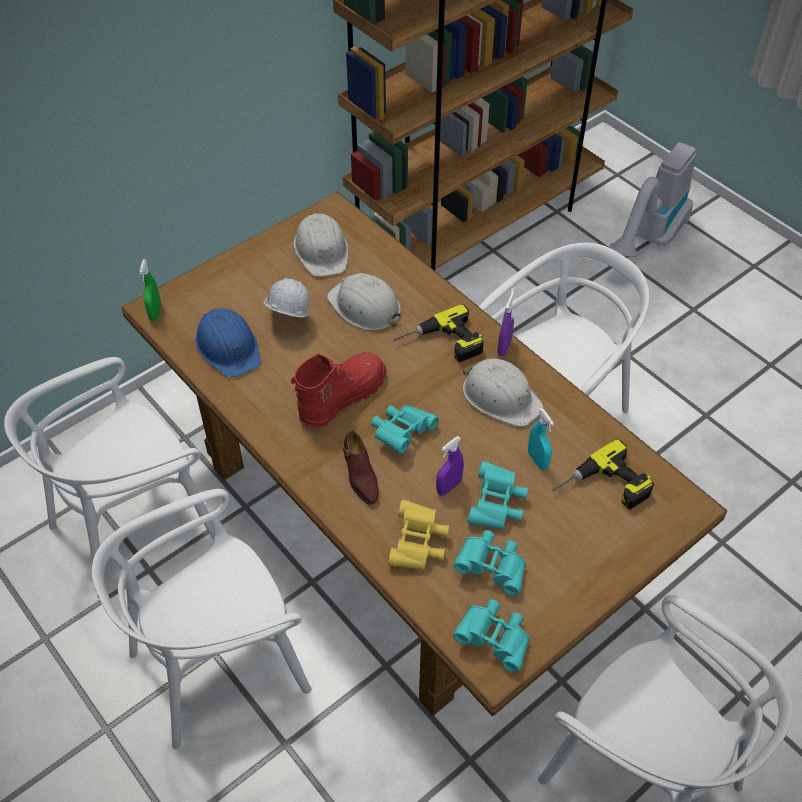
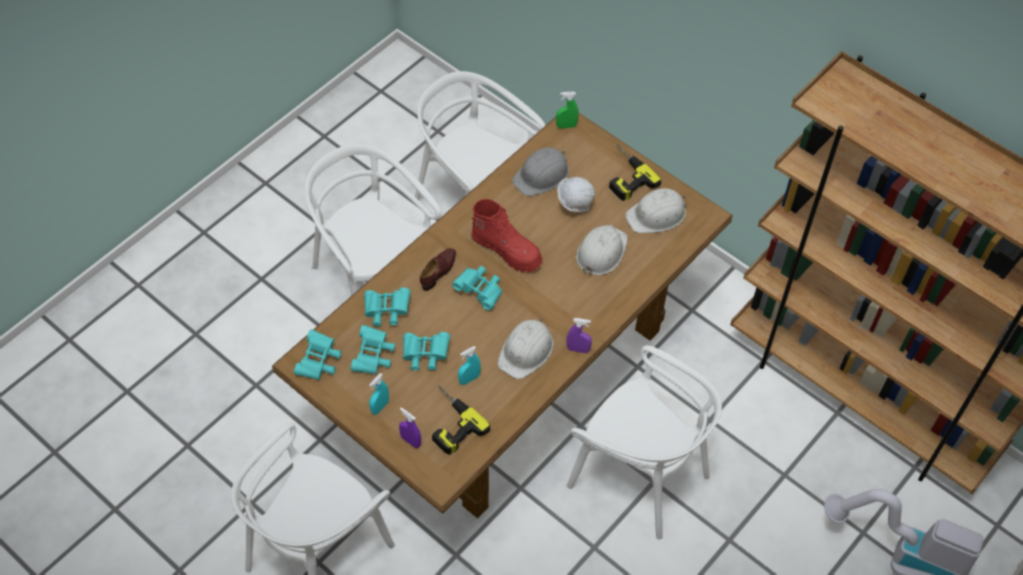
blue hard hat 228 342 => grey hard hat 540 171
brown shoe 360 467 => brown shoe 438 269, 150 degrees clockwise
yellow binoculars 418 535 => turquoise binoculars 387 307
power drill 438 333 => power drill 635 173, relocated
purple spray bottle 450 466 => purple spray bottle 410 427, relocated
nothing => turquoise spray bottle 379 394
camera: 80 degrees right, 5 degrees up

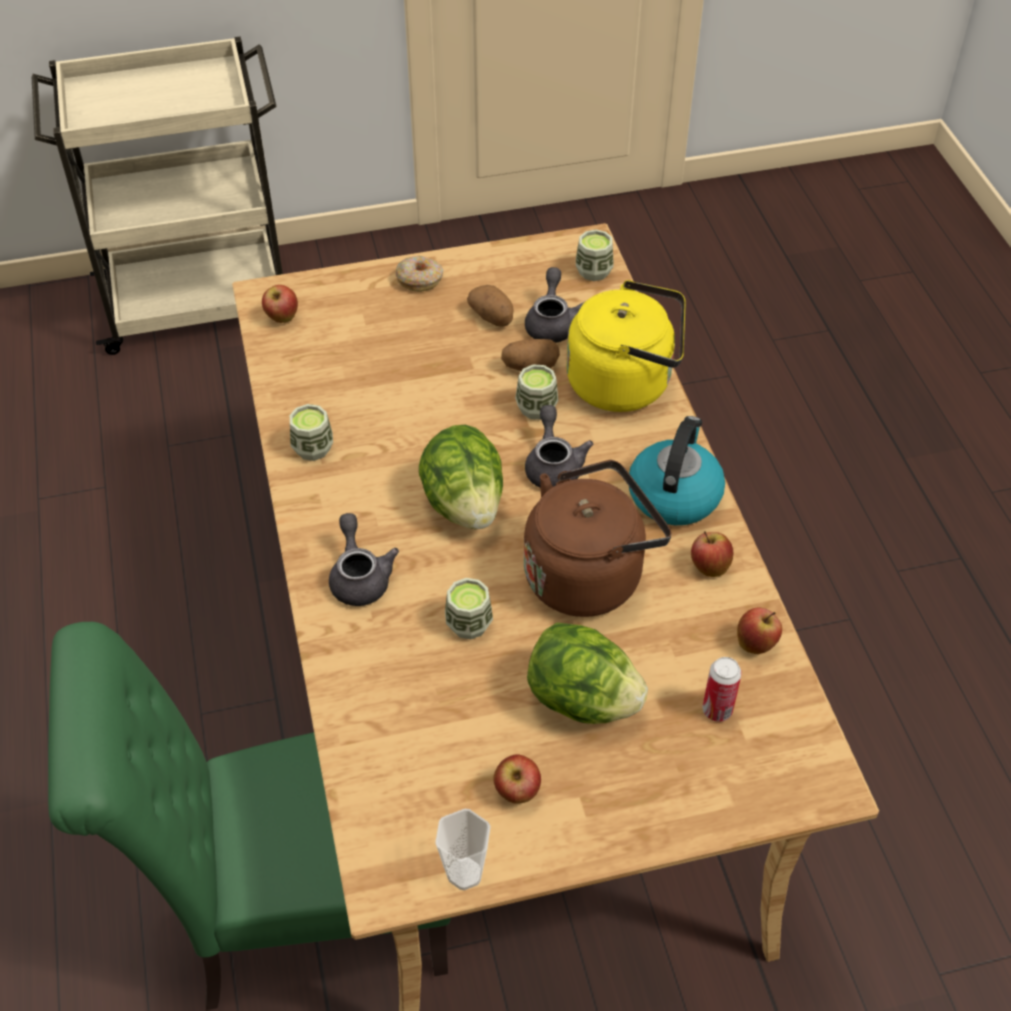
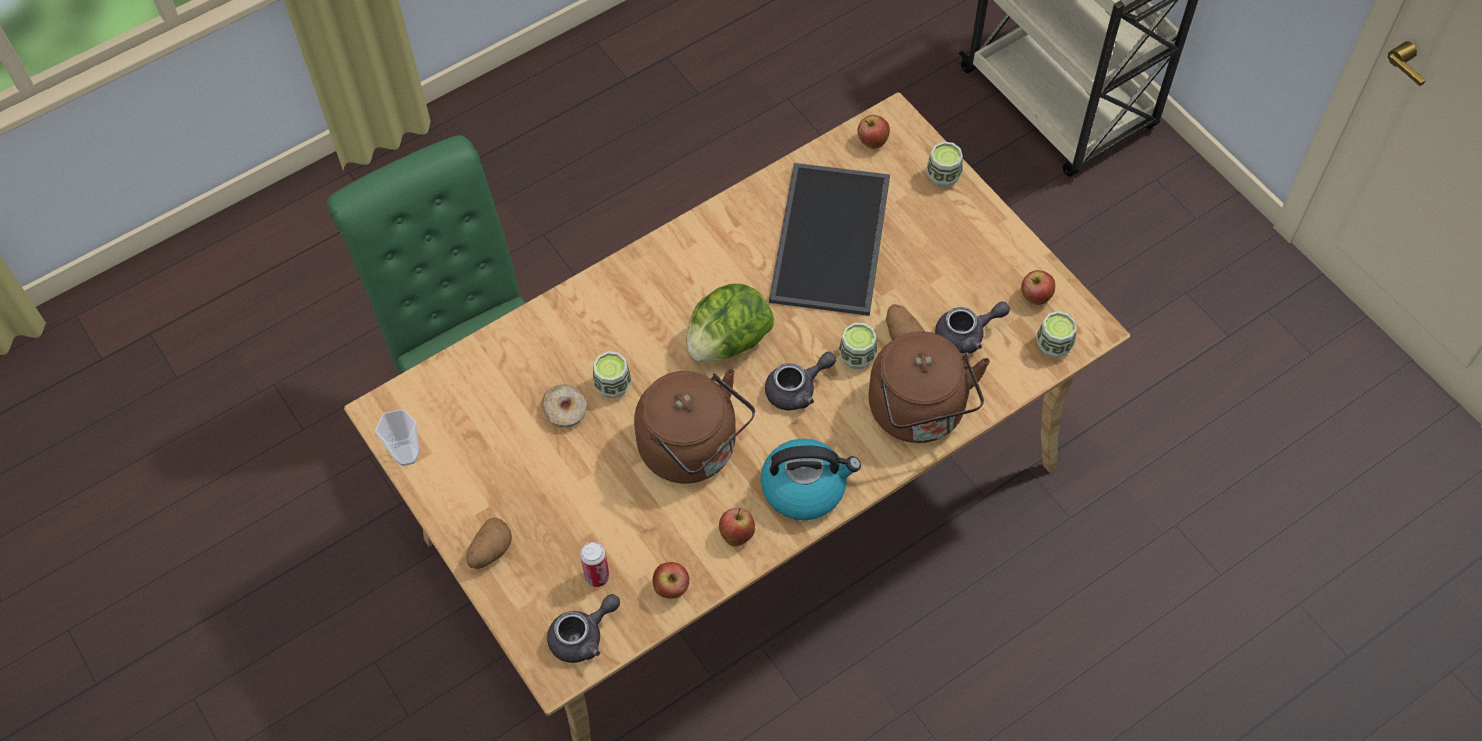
cup 311 432 => cup 944 165, relocated
grey teapot 364 559 => grey teapot 583 628, relocated
donut 419 274 => donut 564 406, relocated
potato 490 306 => potato 489 543, relocated
apple 517 779 => apple 1038 287, relocated
lettuce 587 673 => nothing
yellow kettle 626 346 => brown kettle 929 387
nothing => tray 829 239
camera: 70 degrees right, 10 degrees up

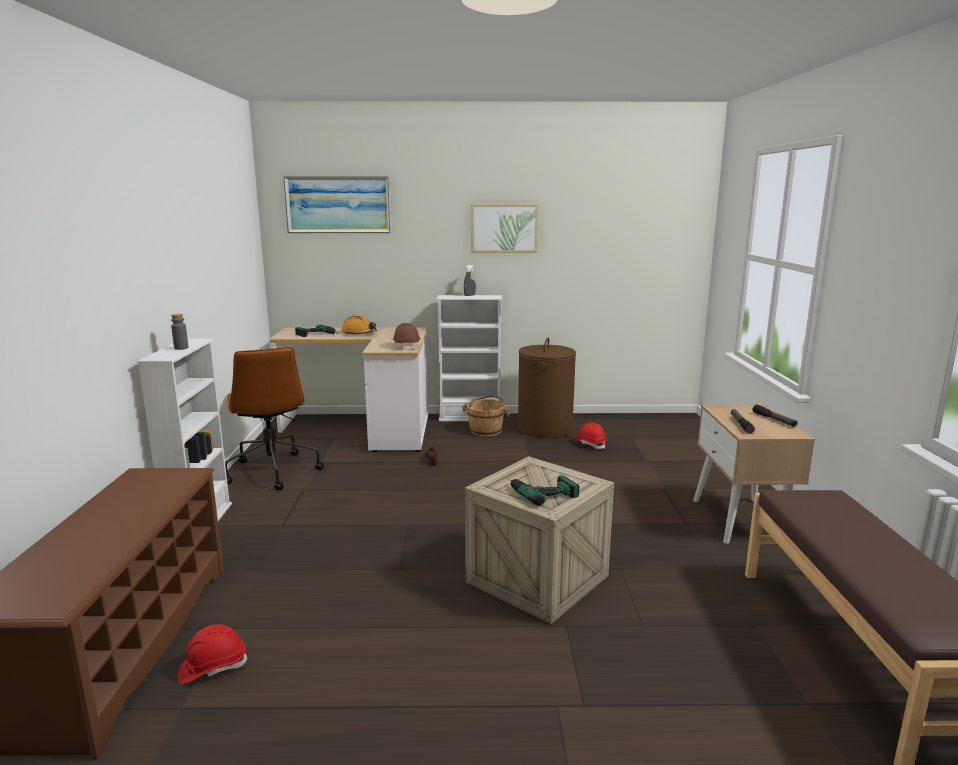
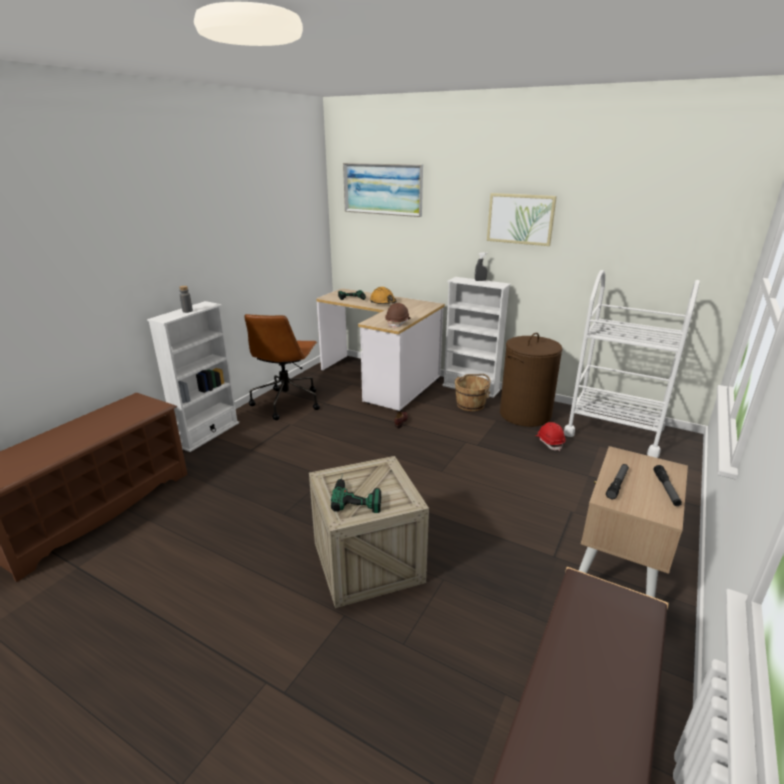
red hard hat 213 654 => nothing
nothing => white cart 632 364
camera: 30 degrees right, 10 degrees up

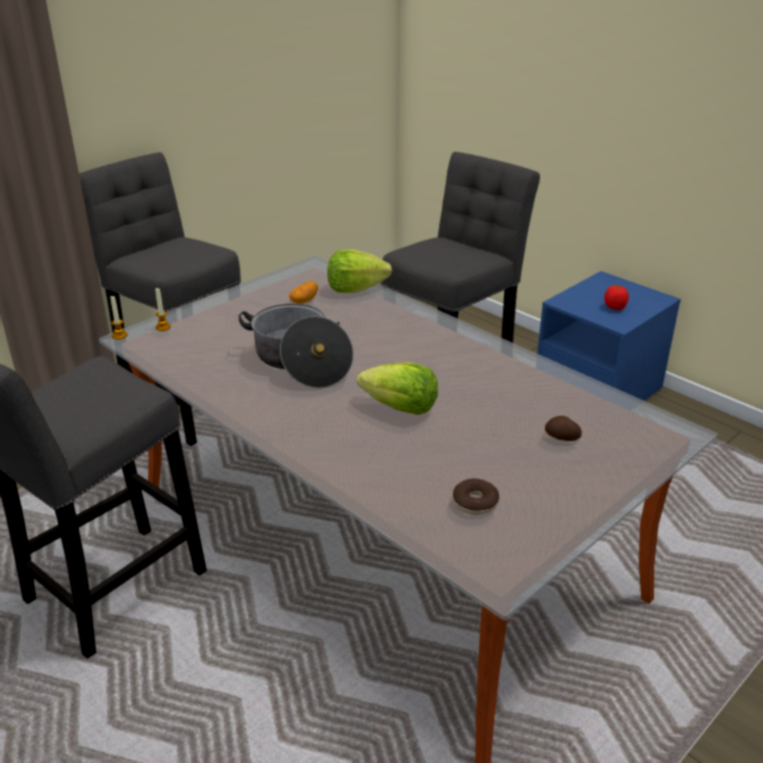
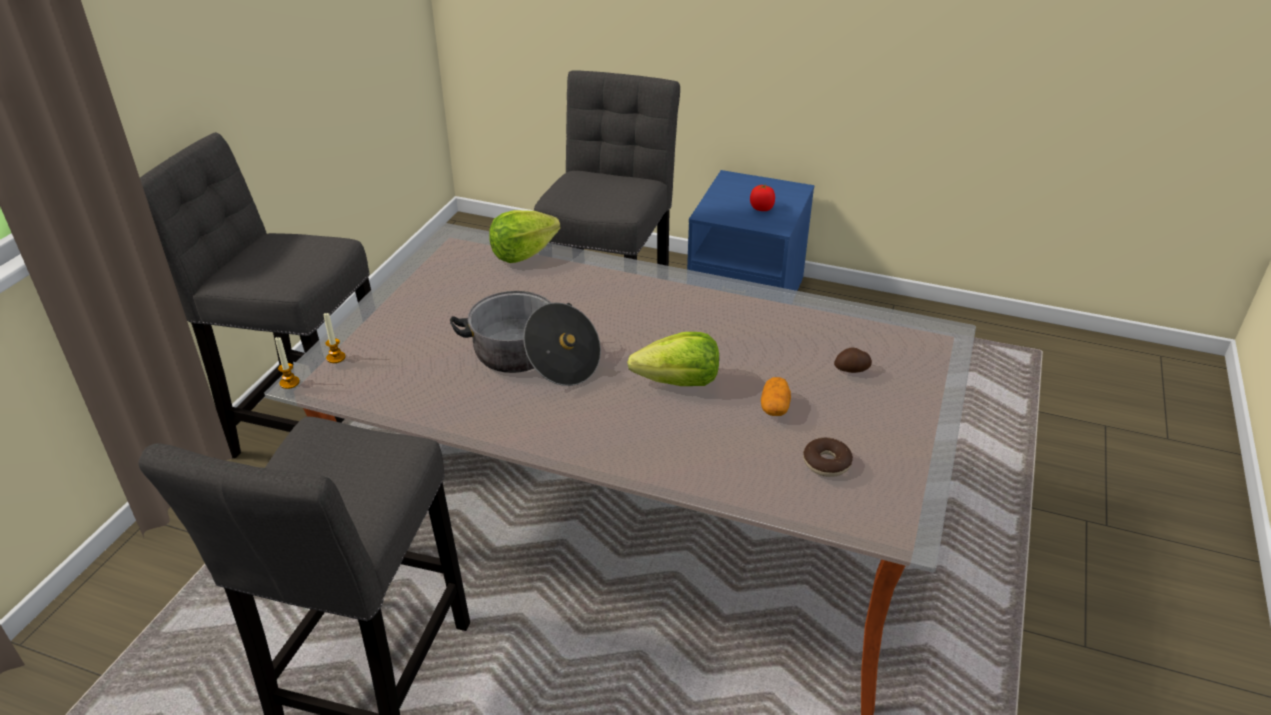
potato 303 292 => potato 776 396, relocated
camera: 25 degrees left, 5 degrees up

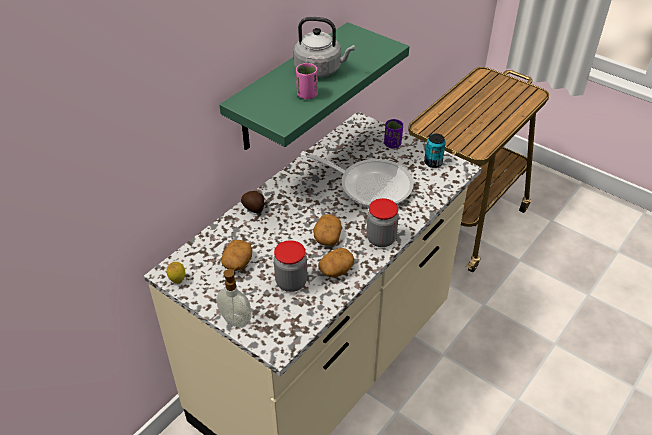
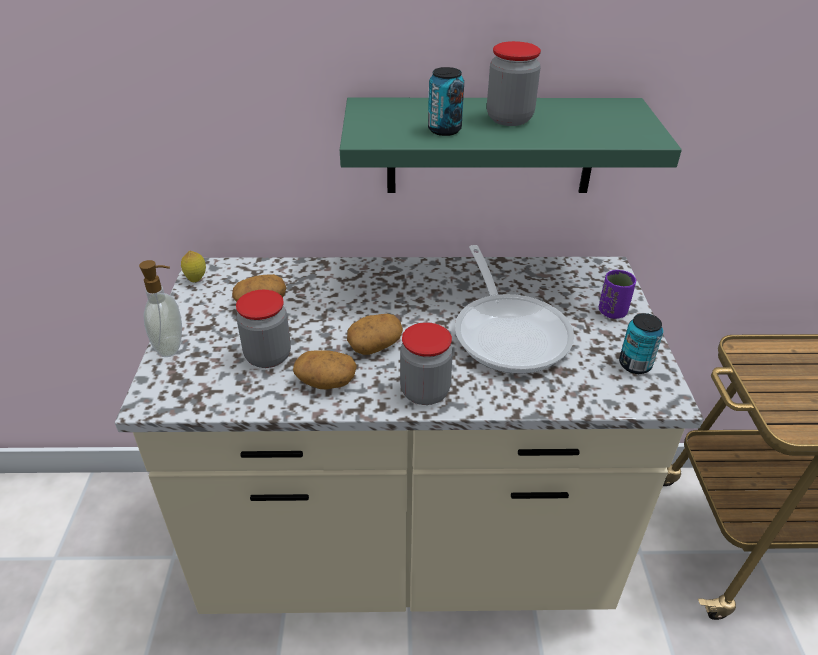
potato 252 202 => nothing
grey kettle 324 47 => jar 514 83
pink cup 307 81 => can 446 101
camera: 50 degrees right, 5 degrees down

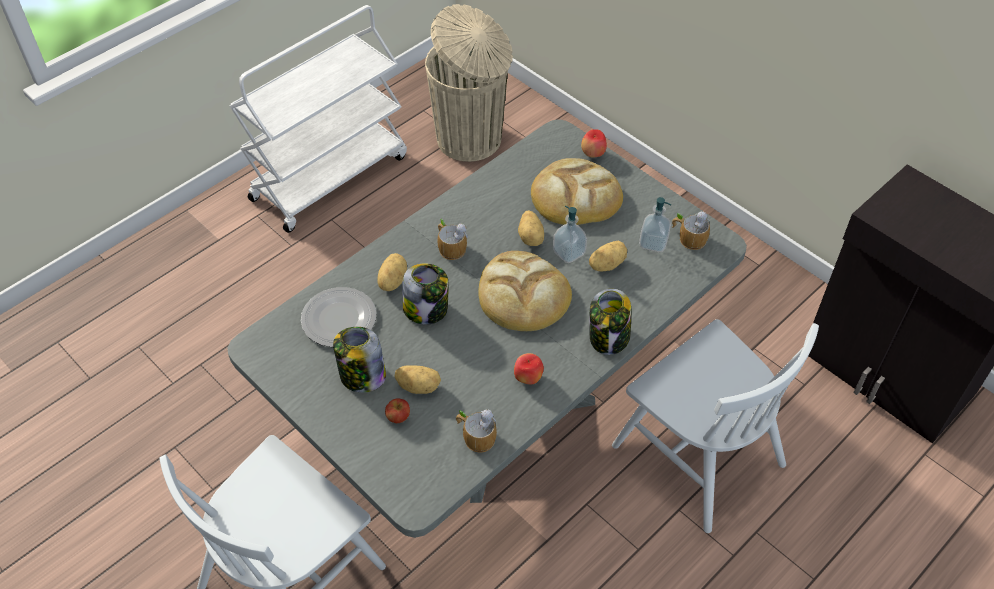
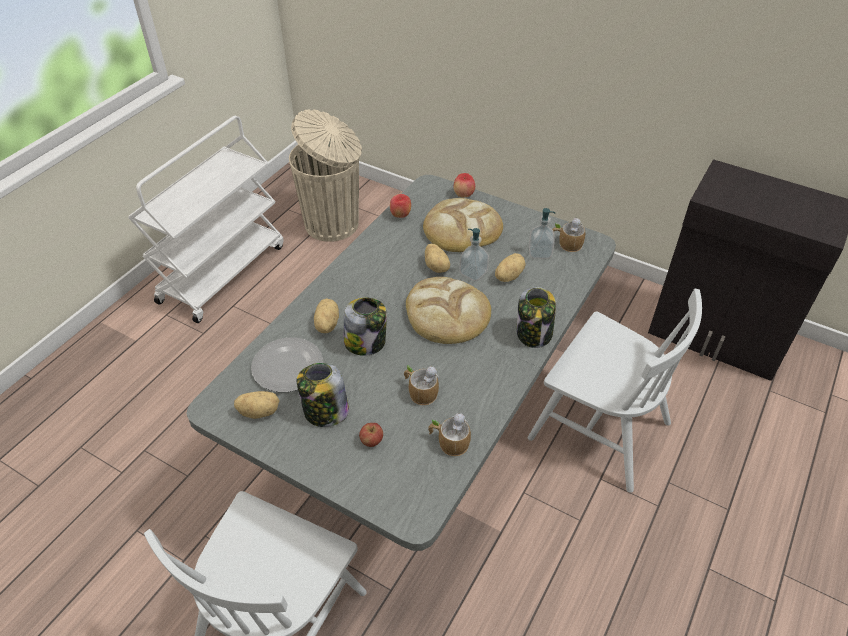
potato 418 379 => potato 257 405, relocated
mug 453 239 => mug 421 385, relocated
apple 529 368 => apple 400 206, relocated
camera: 15 degrees left, 5 degrees down

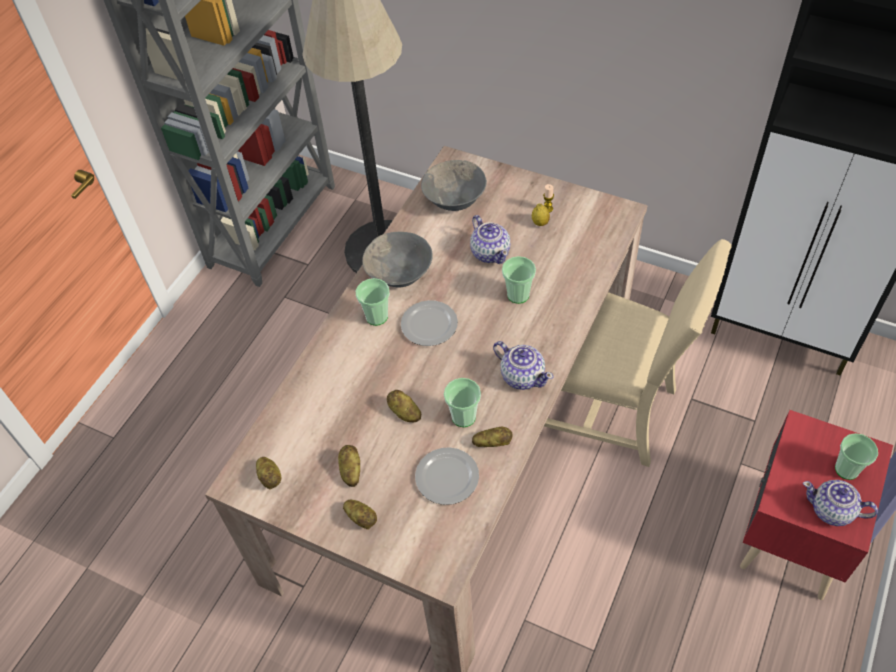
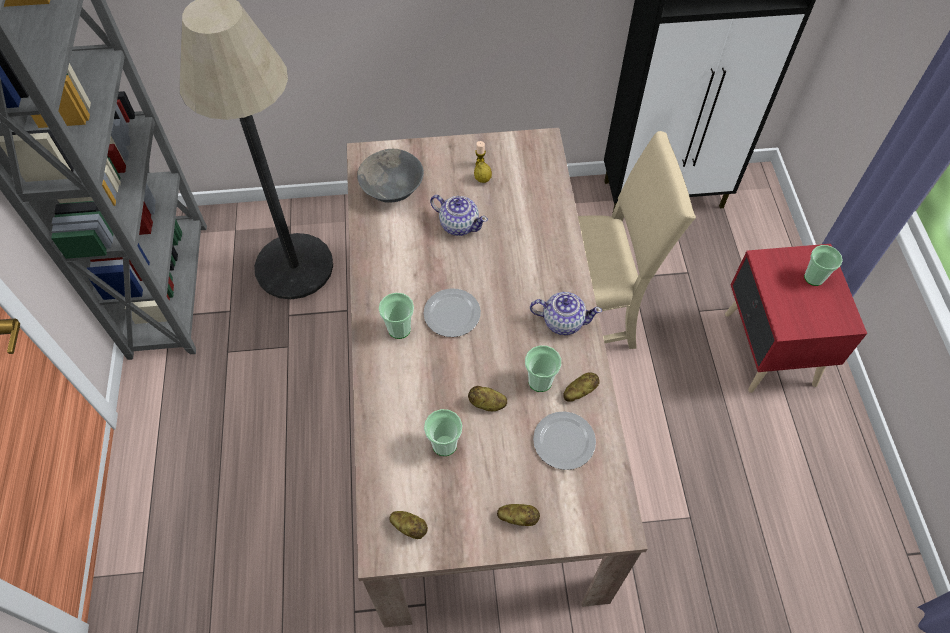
potato 349 466 => nothing
grey bowl 397 260 => nothing
cup 519 280 => cup 443 432, relocated
teapot 840 503 => nothing
camera: 35 degrees left, 5 degrees up

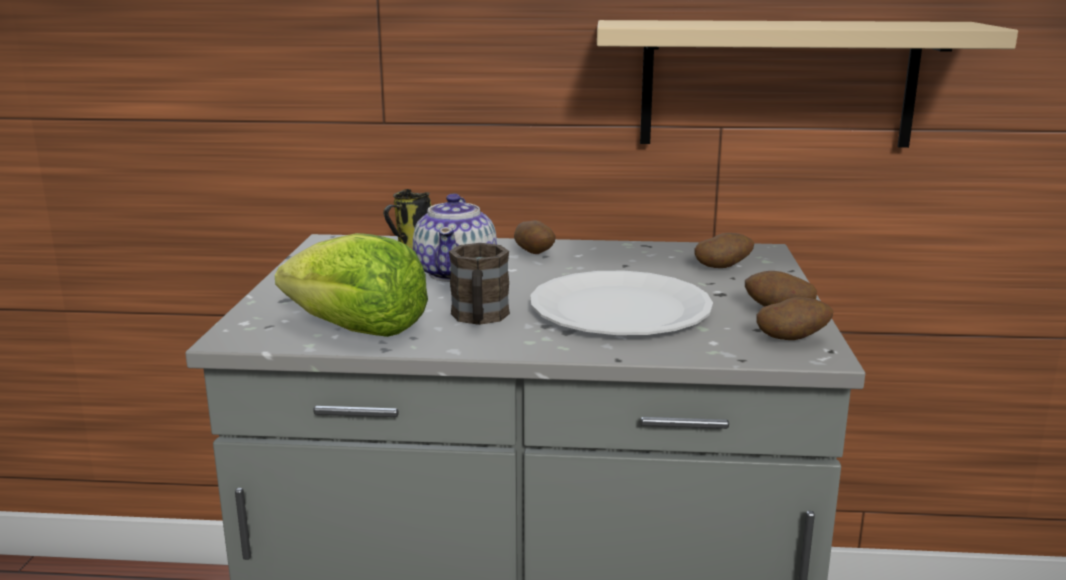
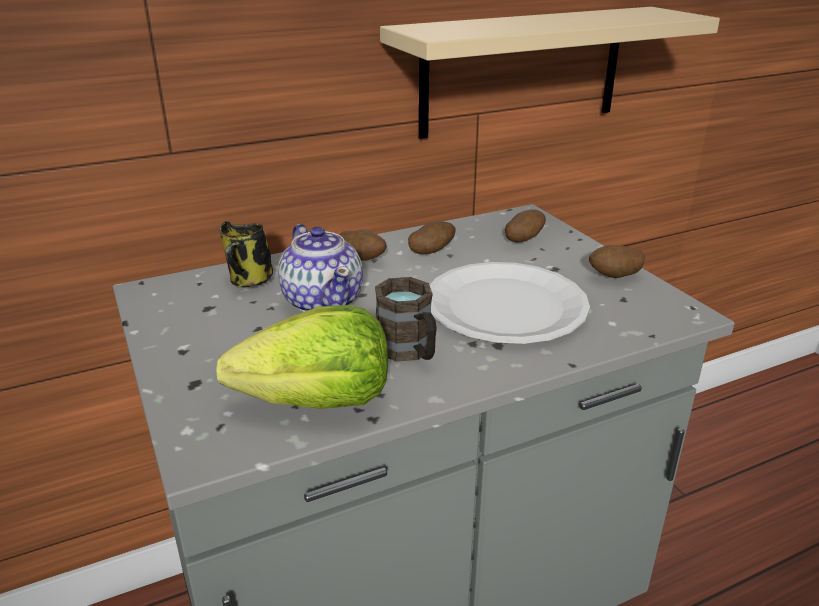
potato 794 318 => potato 432 237, relocated
camera: 30 degrees left, 10 degrees up

